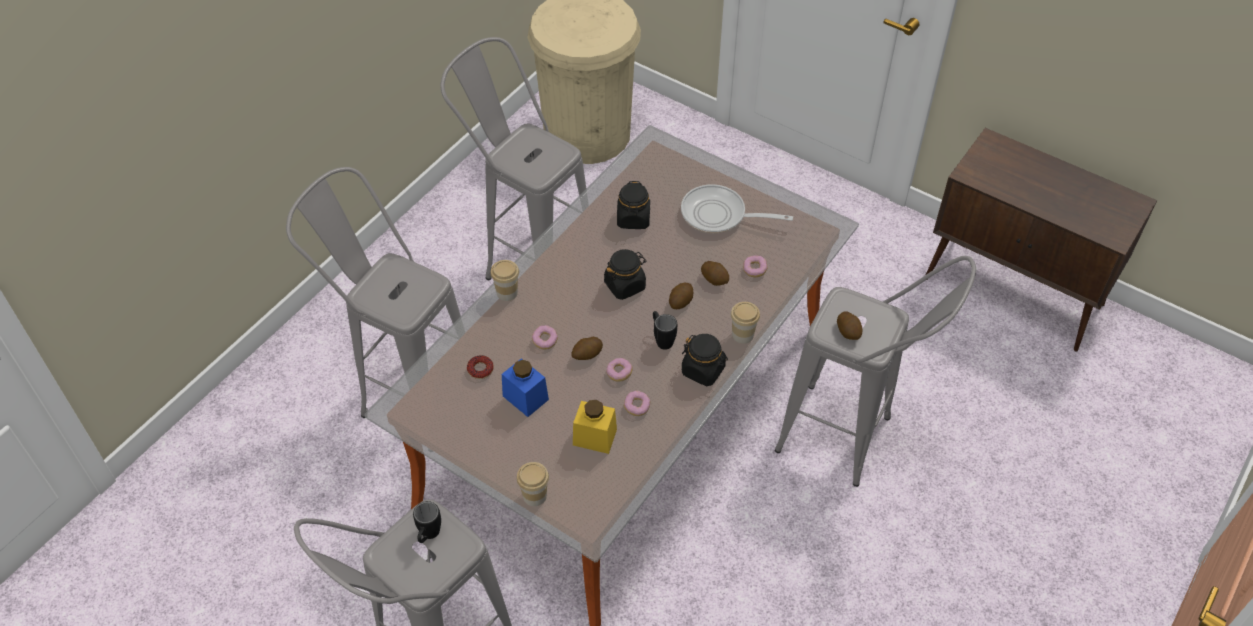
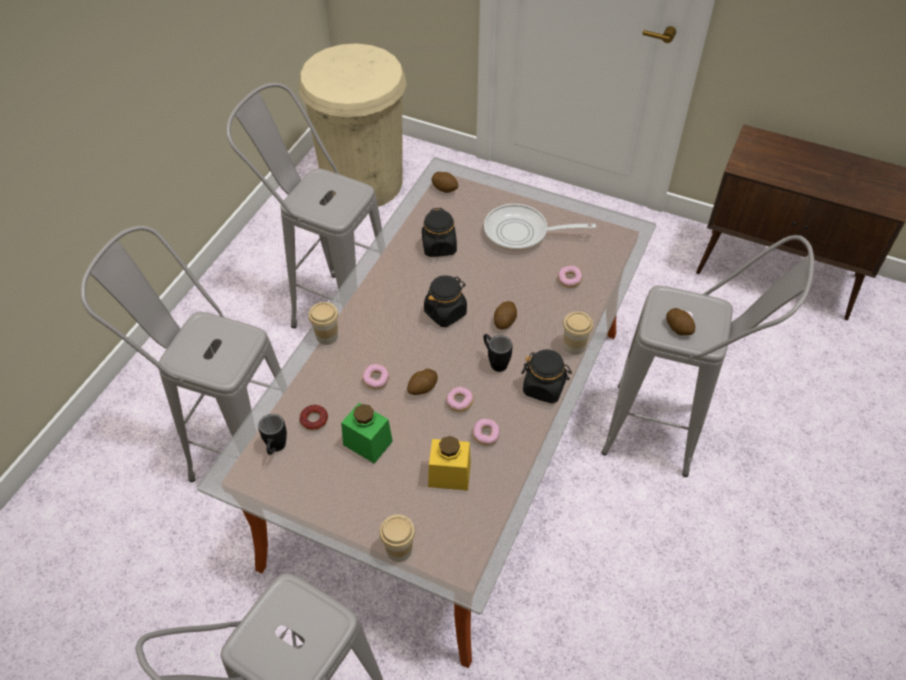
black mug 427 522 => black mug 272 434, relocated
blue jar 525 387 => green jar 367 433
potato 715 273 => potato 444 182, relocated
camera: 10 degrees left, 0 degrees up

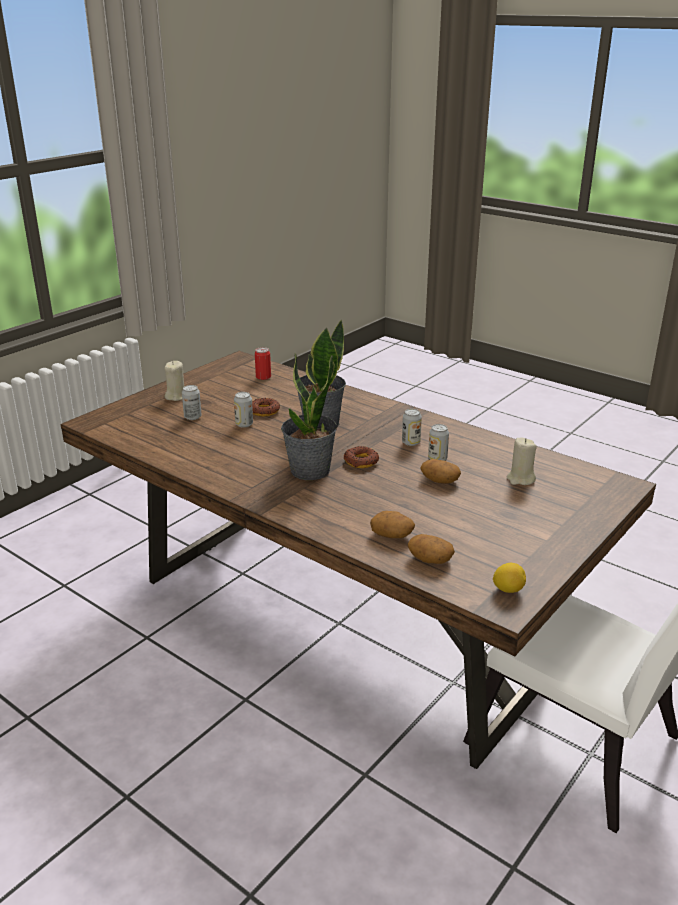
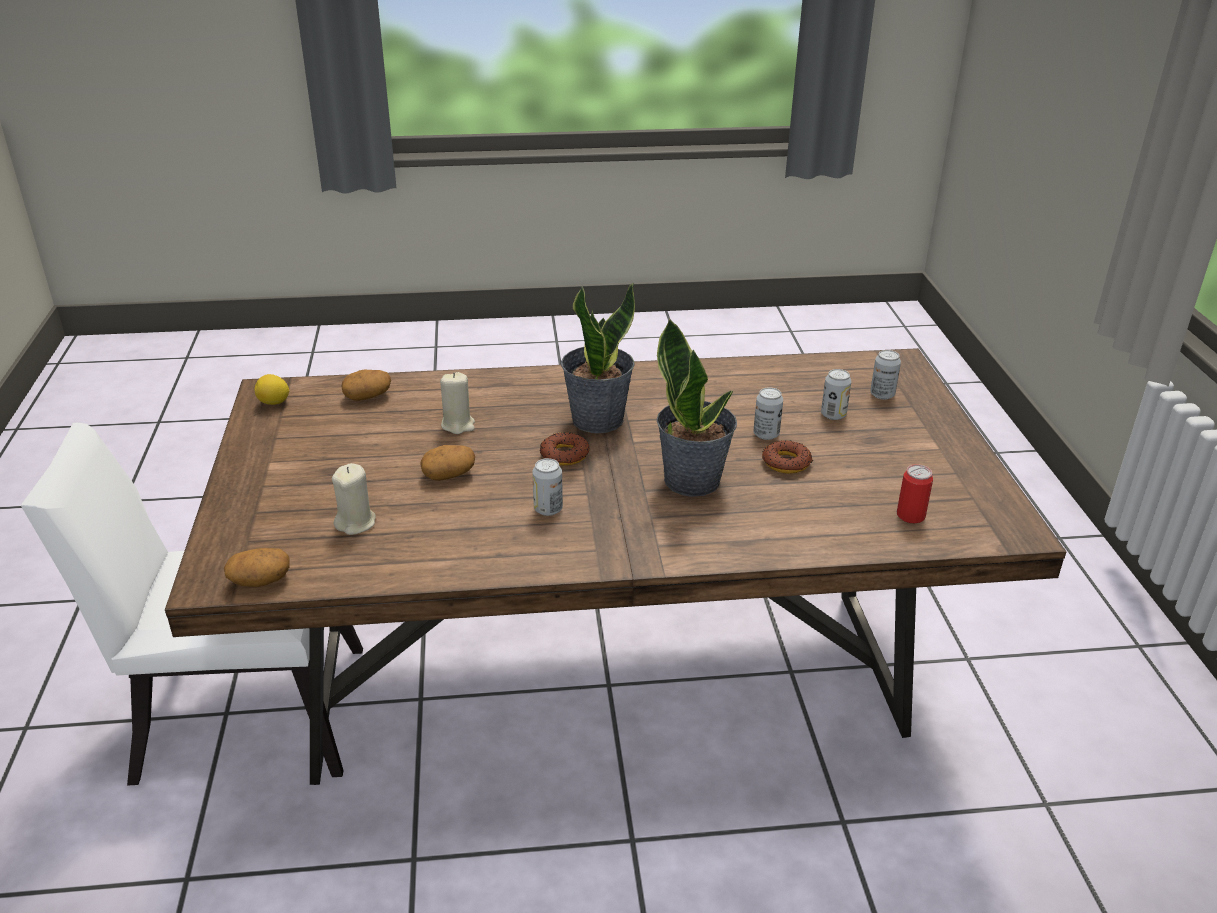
beige candle 174 381 => beige candle 457 403, relocated
potato 392 524 => potato 257 567, relocated
can 438 442 => can 885 375, relocated
camera: 135 degrees right, 5 degrees up

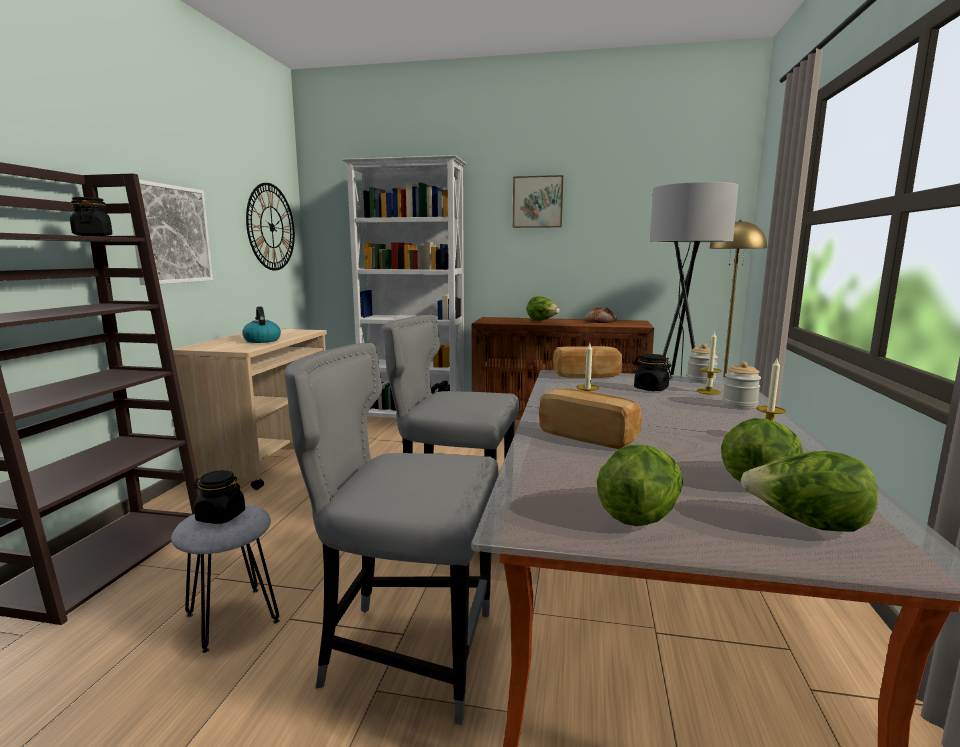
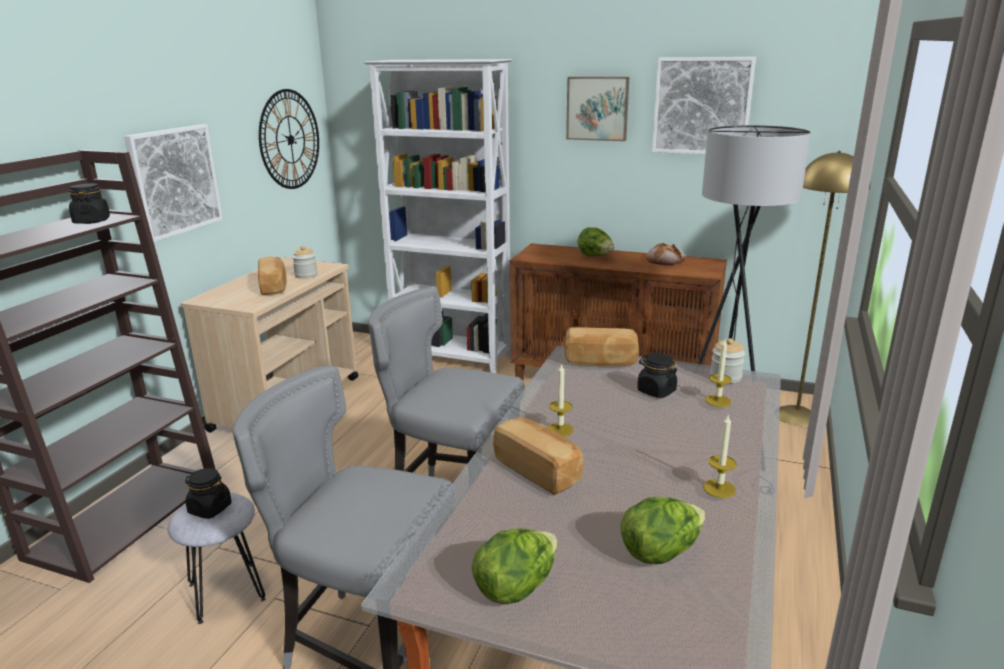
kettle 261 325 => bread 272 276
jar 741 385 => jar 305 262, relocated
lettuce 809 491 => nothing
nothing => picture 704 105
camera: 10 degrees right, 10 degrees up

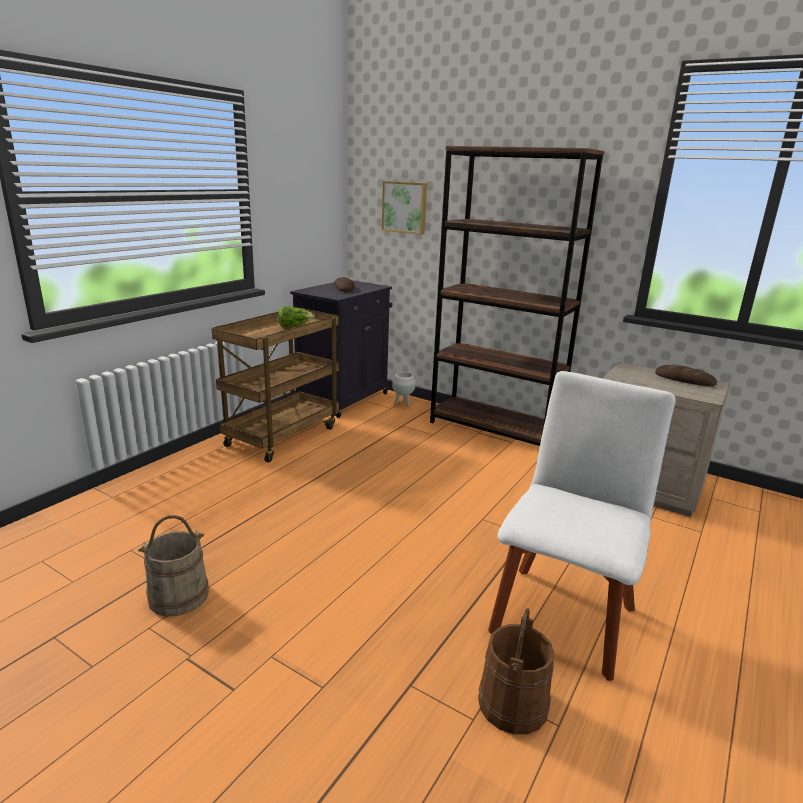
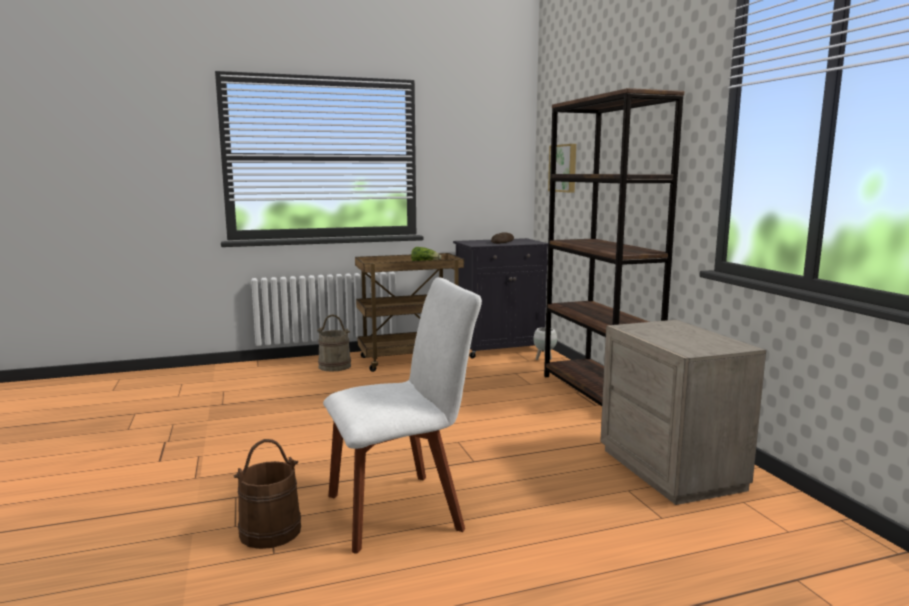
beige bucket 173 565 => beige bucket 334 343, relocated
bread 686 375 => nothing
camera: 40 degrees right, 10 degrees down

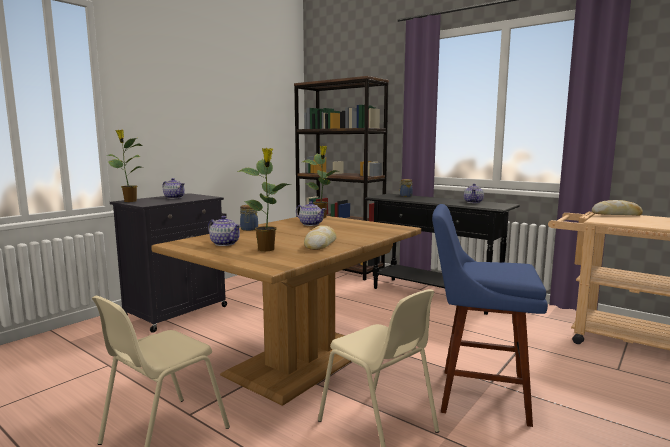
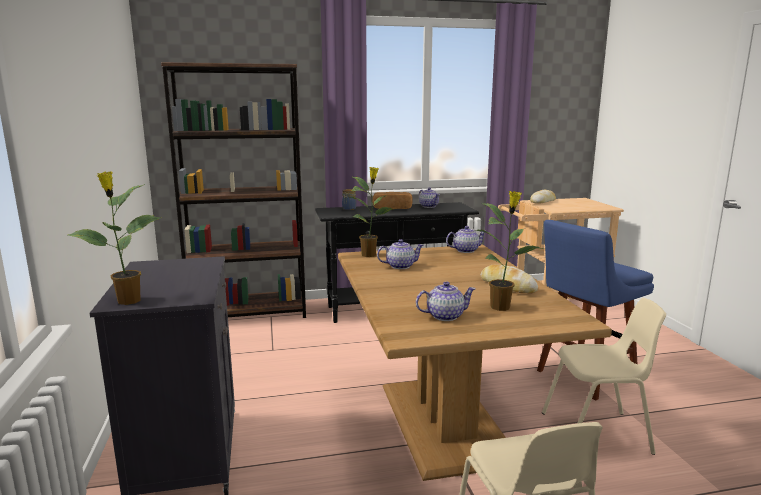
teapot 173 188 => teapot 466 239, relocated
jar 249 218 => nothing
nothing => bread 393 200
camera: 50 degrees left, 5 degrees up

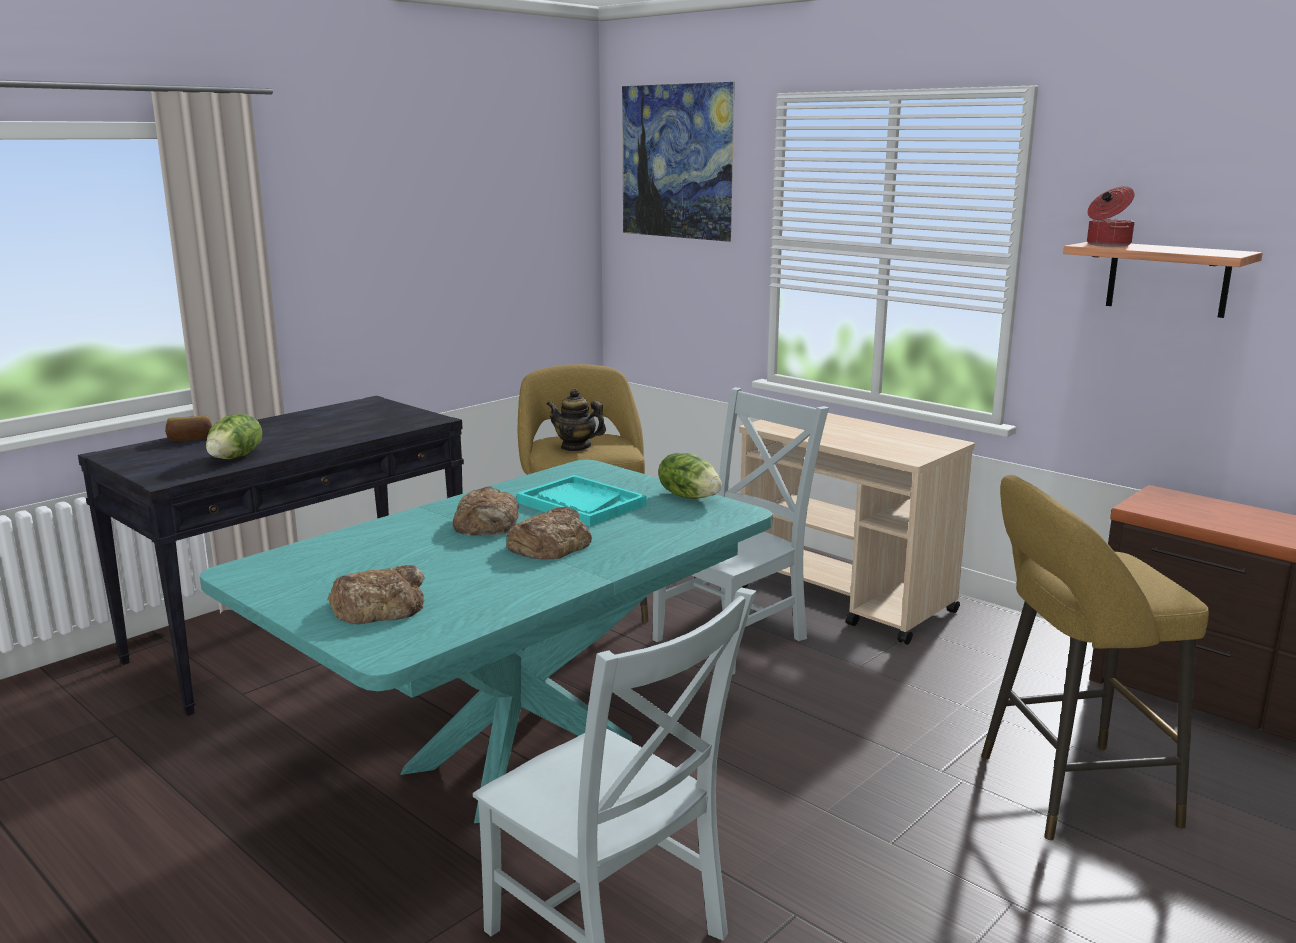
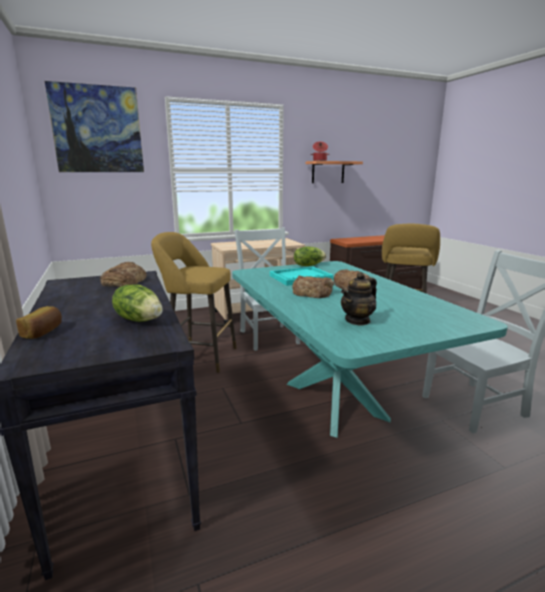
bread 376 594 => bread 123 274, relocated
teapot 576 420 => teapot 359 299, relocated
camera: 65 degrees left, 0 degrees up

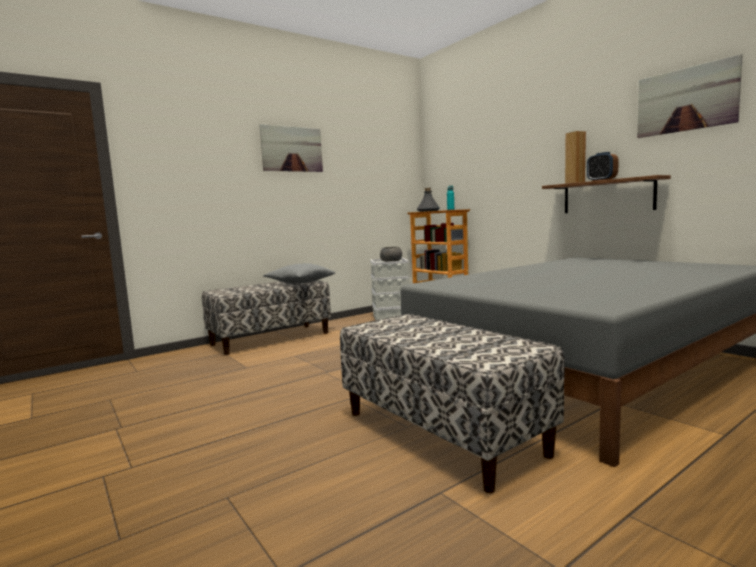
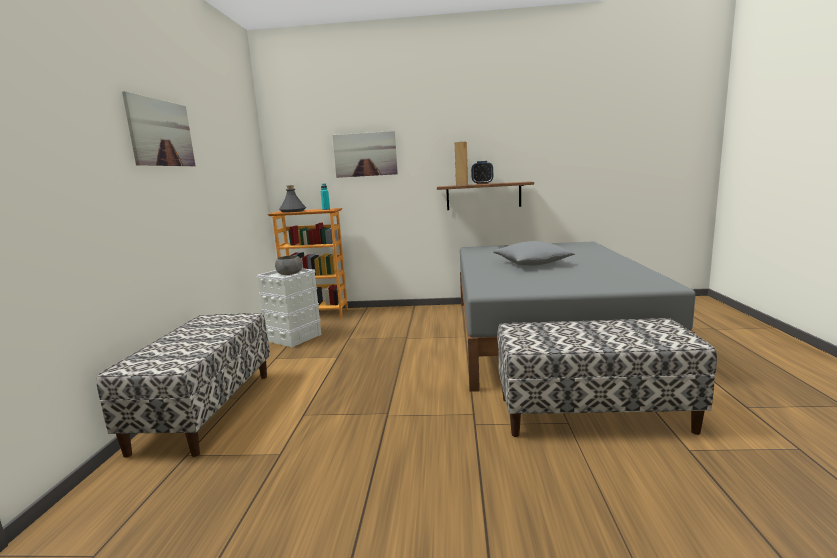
grey pillow 299 273 => grey pillow 534 253, relocated
picture 690 96 => picture 365 154, relocated
camera: 50 degrees left, 5 degrees up

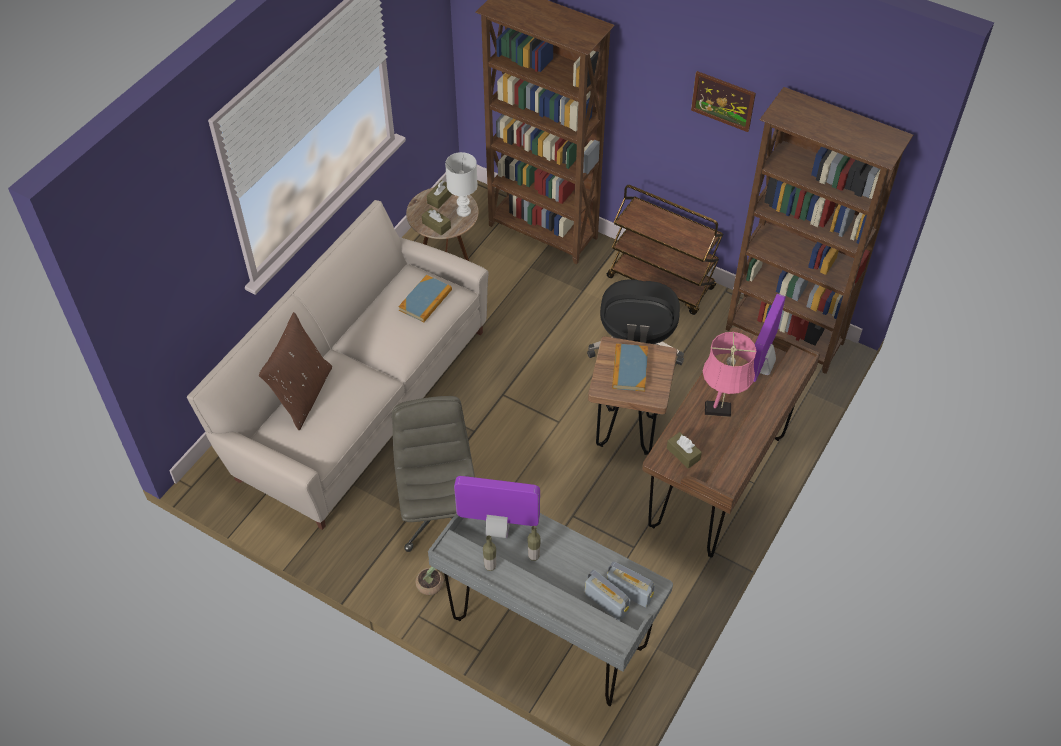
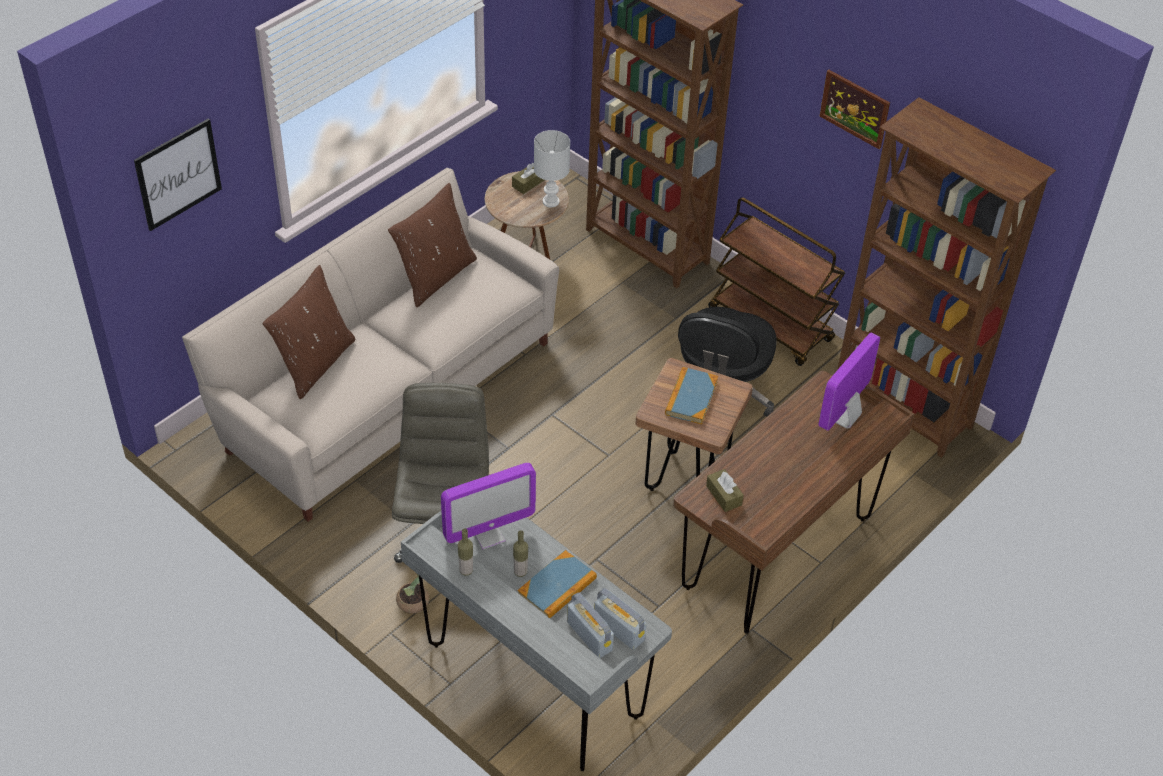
book 425 299 => book 557 584, relocated
brown tissue box 436 222 => nothing
monitor 497 507 => monitor 488 506, 135 degrees clockwise
pink table lamp 729 374 => nothing
nothing => picture 178 174
nothing => brown pillow 432 245
camera: 10 degrees right, 5 degrees down

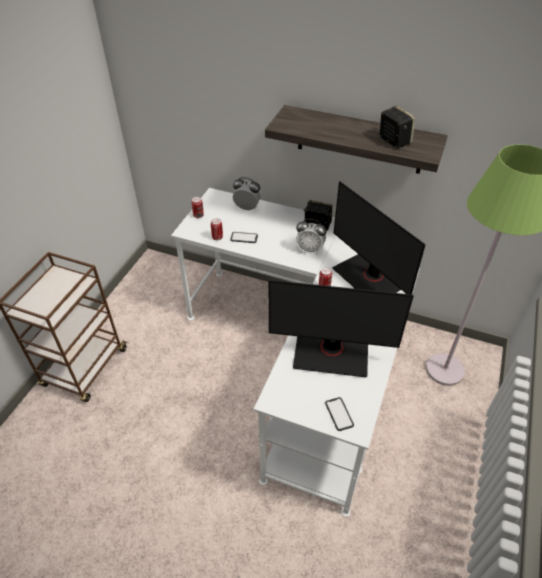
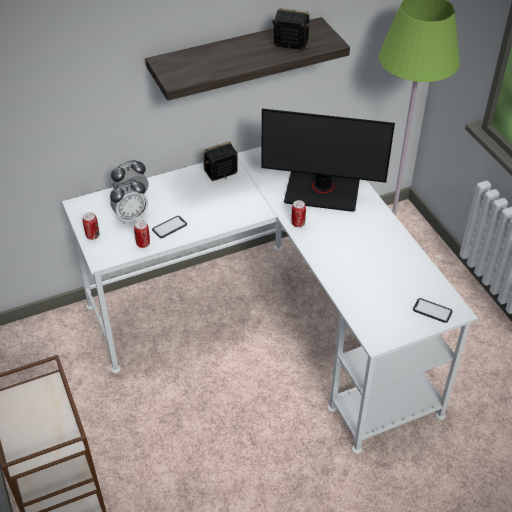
monitor 341 328 => nothing
alarm clock 311 237 => alarm clock 129 201, relocated
camera: 45 degrees left, 0 degrees up

